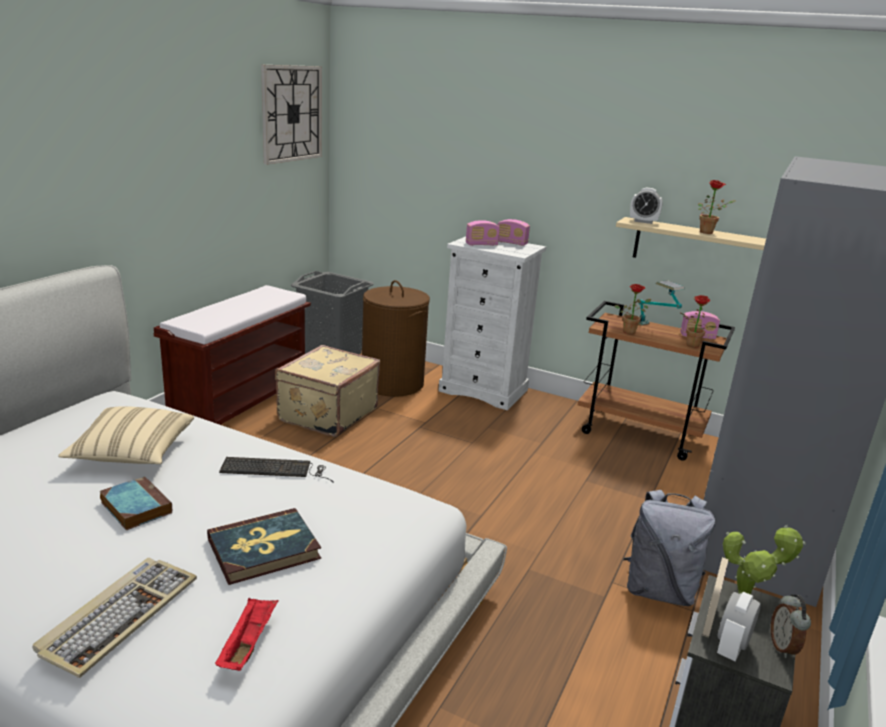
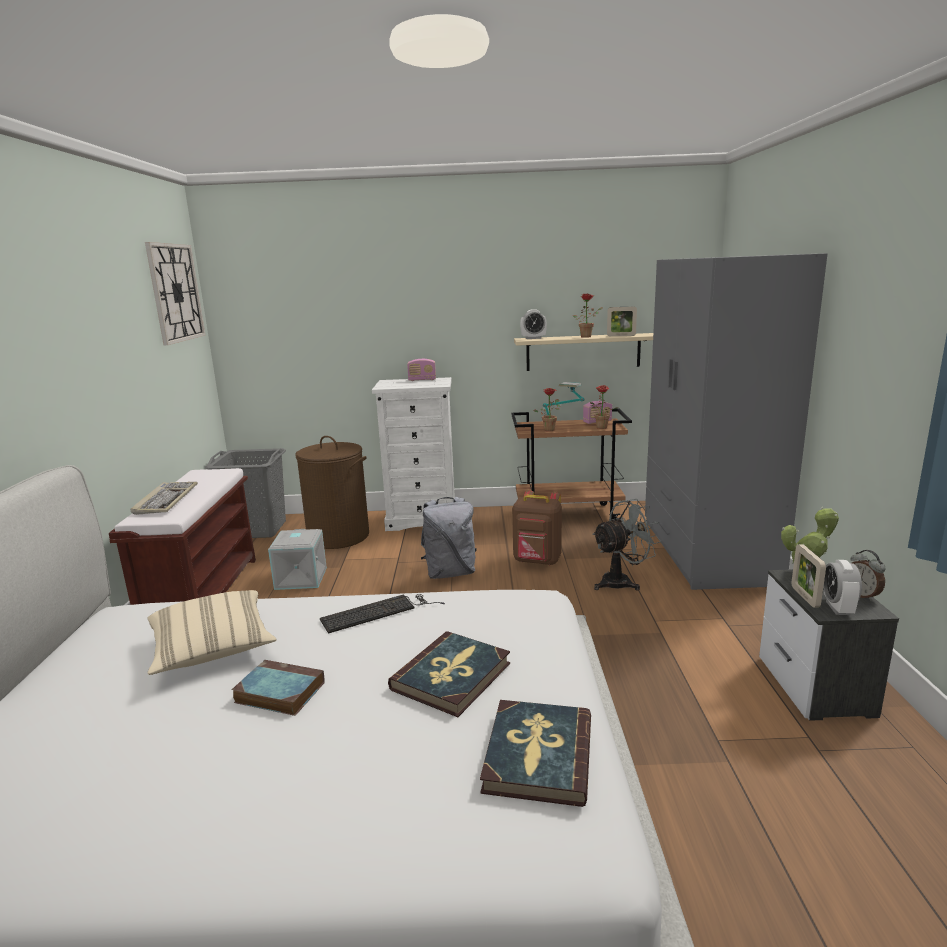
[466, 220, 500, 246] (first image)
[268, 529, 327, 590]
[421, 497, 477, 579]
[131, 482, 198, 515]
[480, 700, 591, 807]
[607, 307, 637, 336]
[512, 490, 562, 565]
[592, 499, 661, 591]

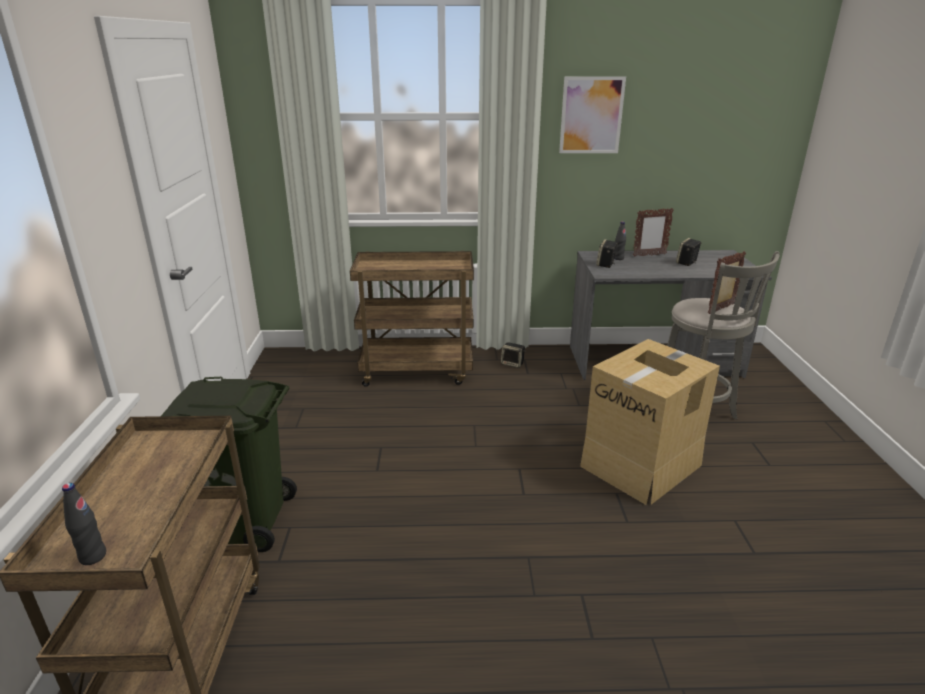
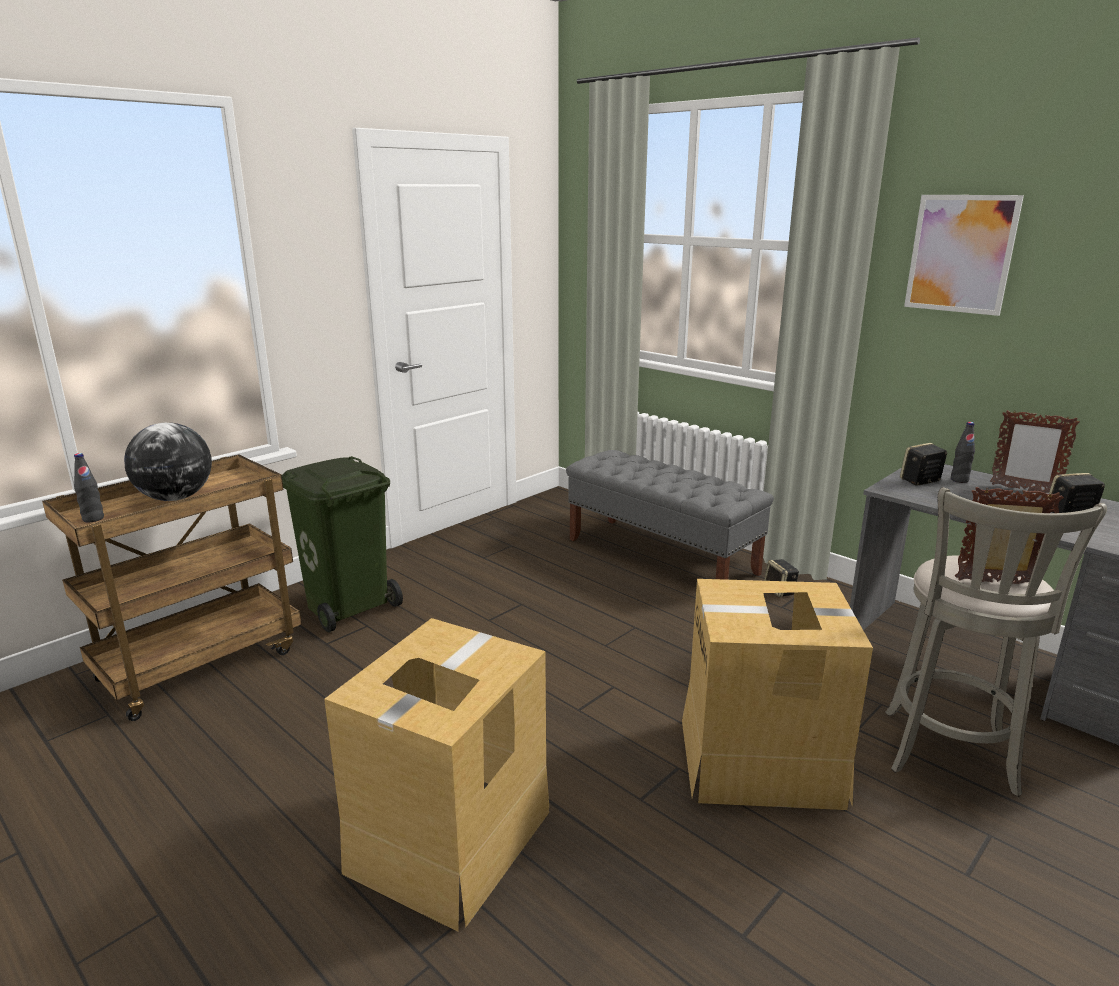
[566, 450, 774, 580]
[124, 423, 212, 501]
[324, 618, 549, 932]

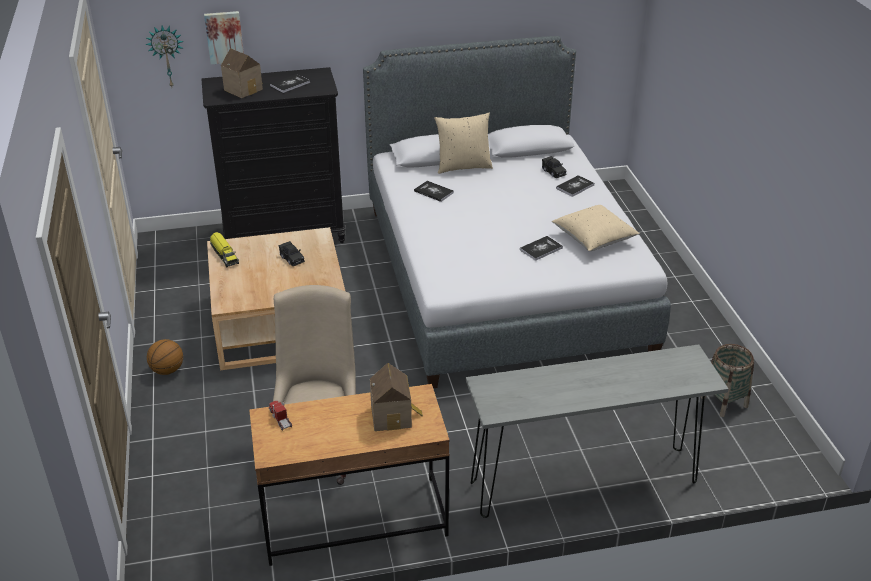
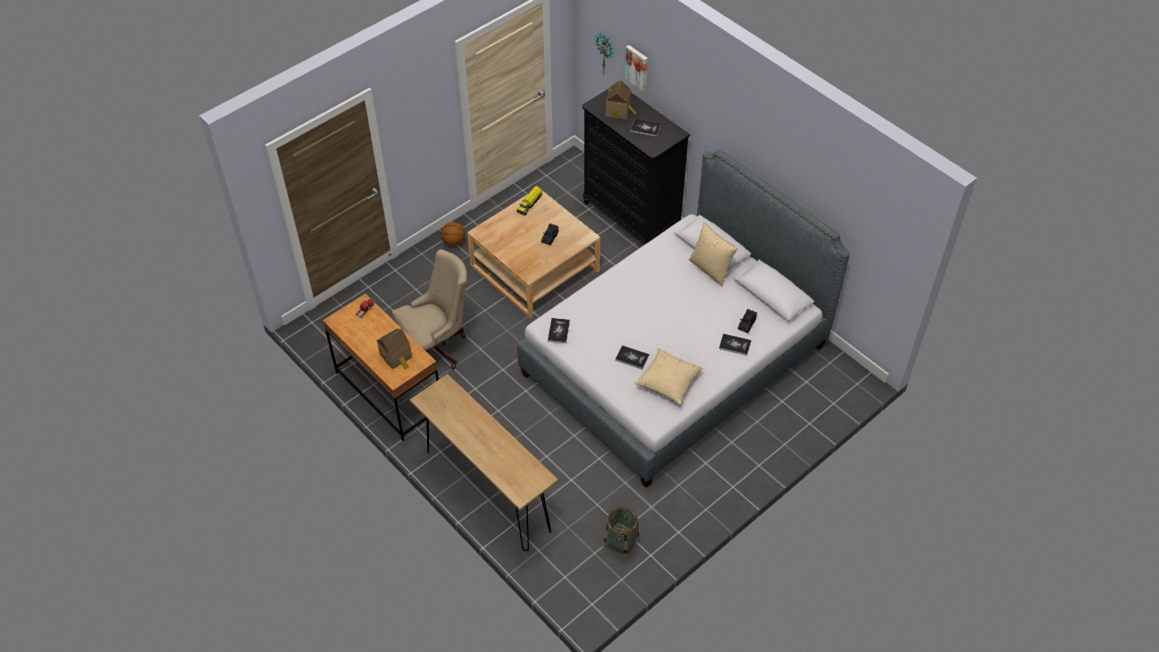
[548, 318, 570, 343]
[410, 374, 558, 551]

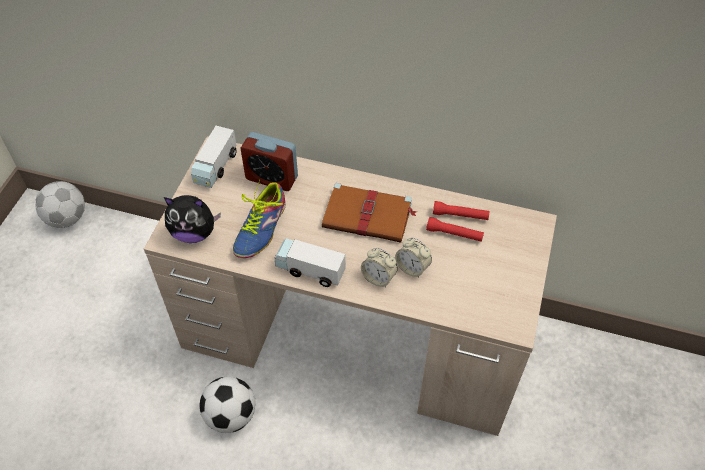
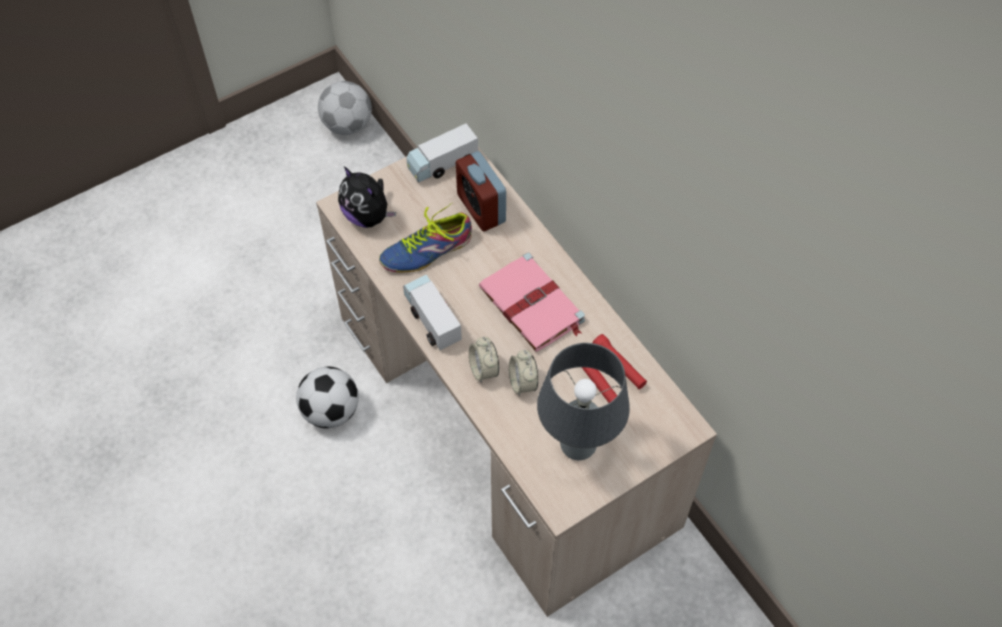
[479, 252, 585, 352]
[537, 343, 630, 460]

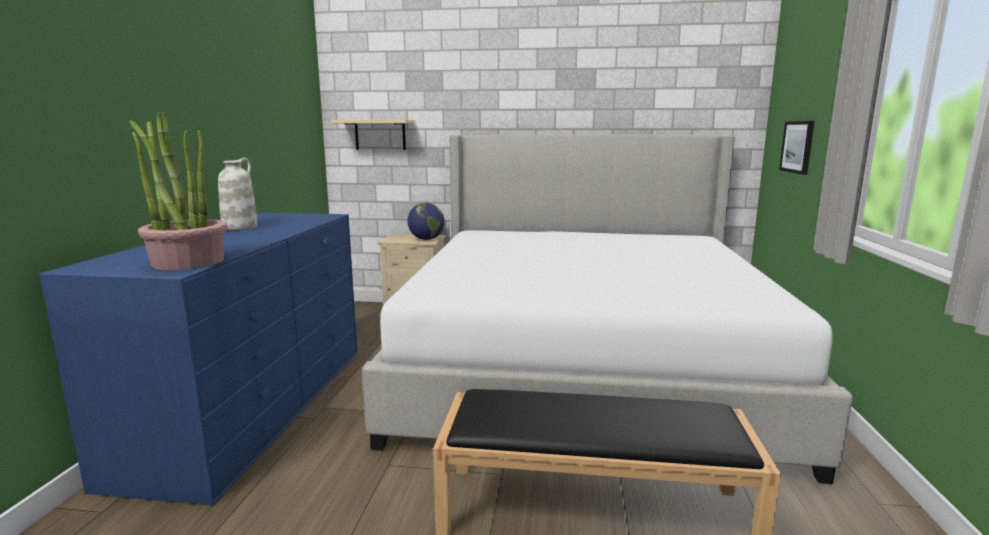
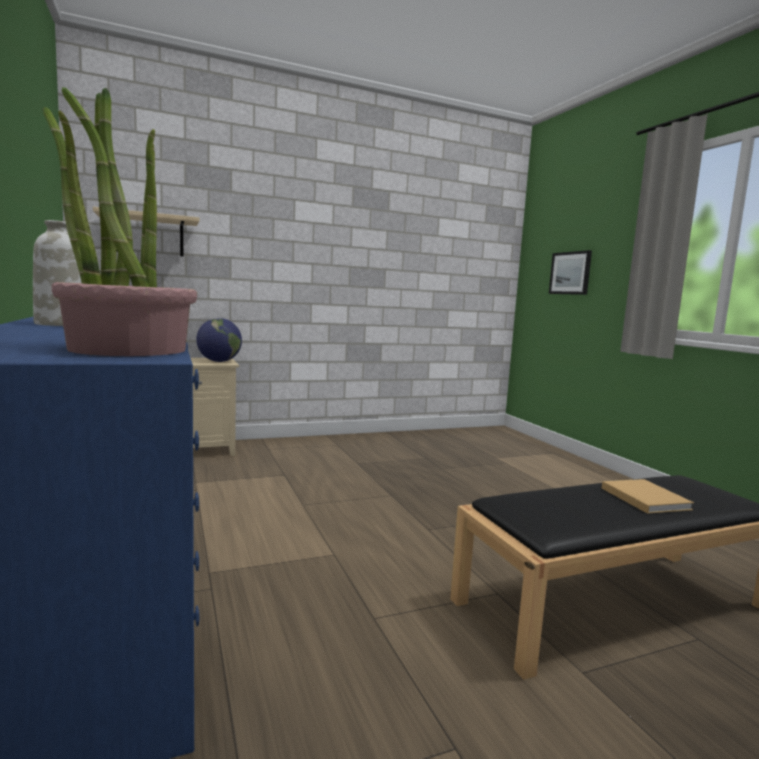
[362, 134, 853, 484] (first image)
[602, 479, 694, 514]

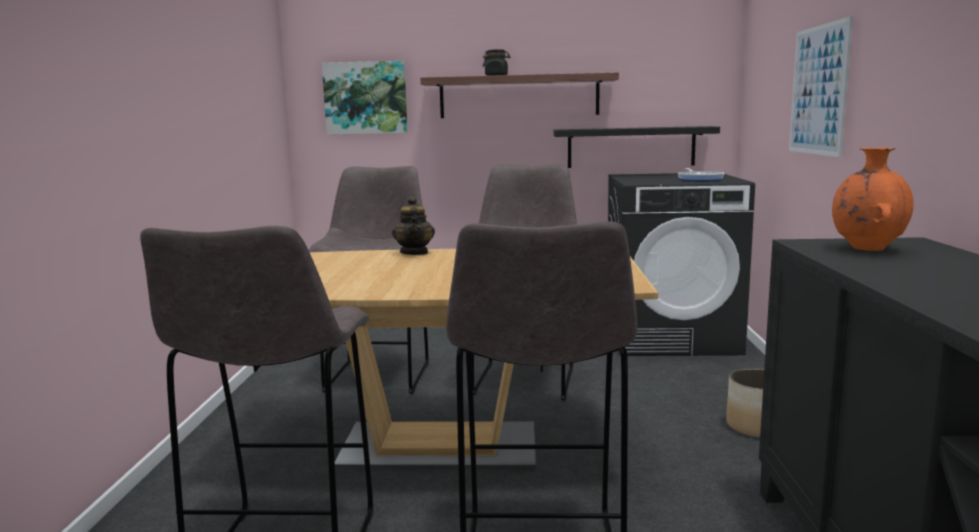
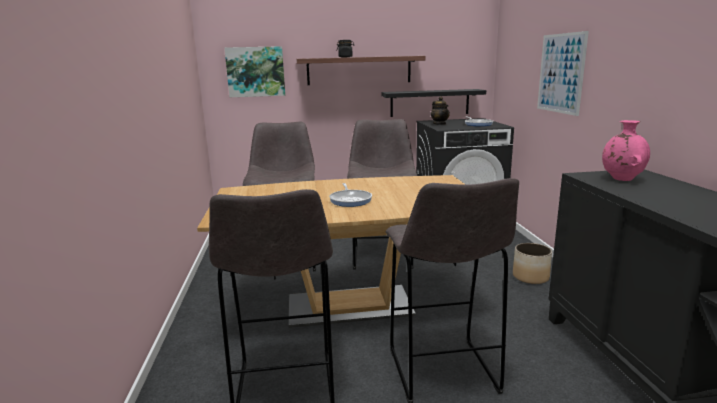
[602, 120, 650, 181]
[430, 97, 450, 125]
[329, 183, 372, 207]

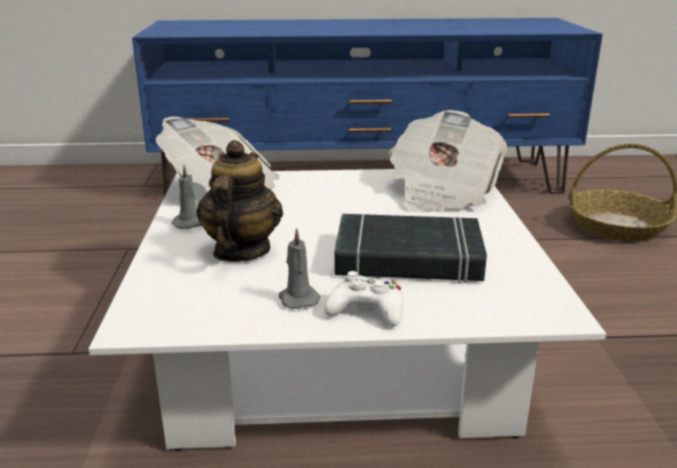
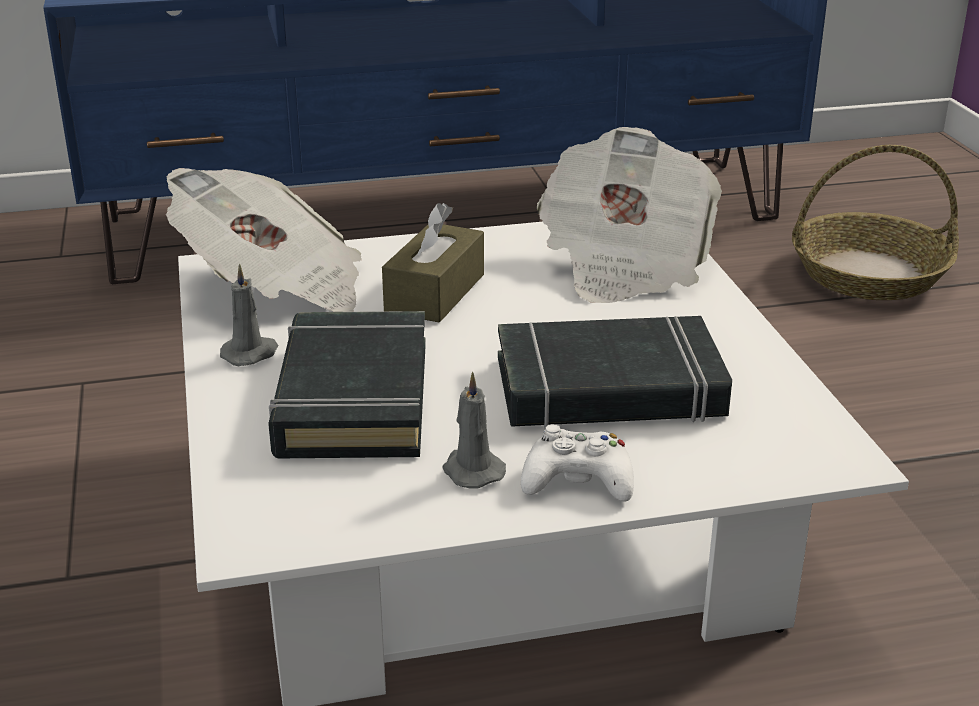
[268, 311, 426, 458]
[382, 203, 484, 322]

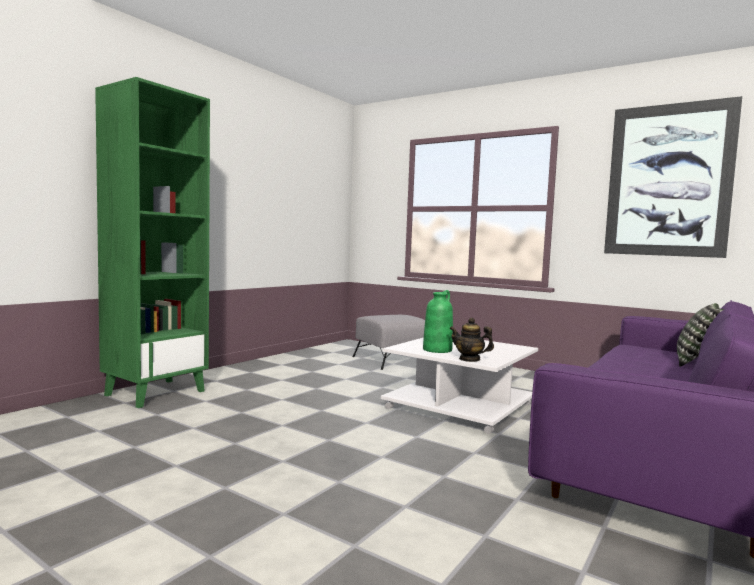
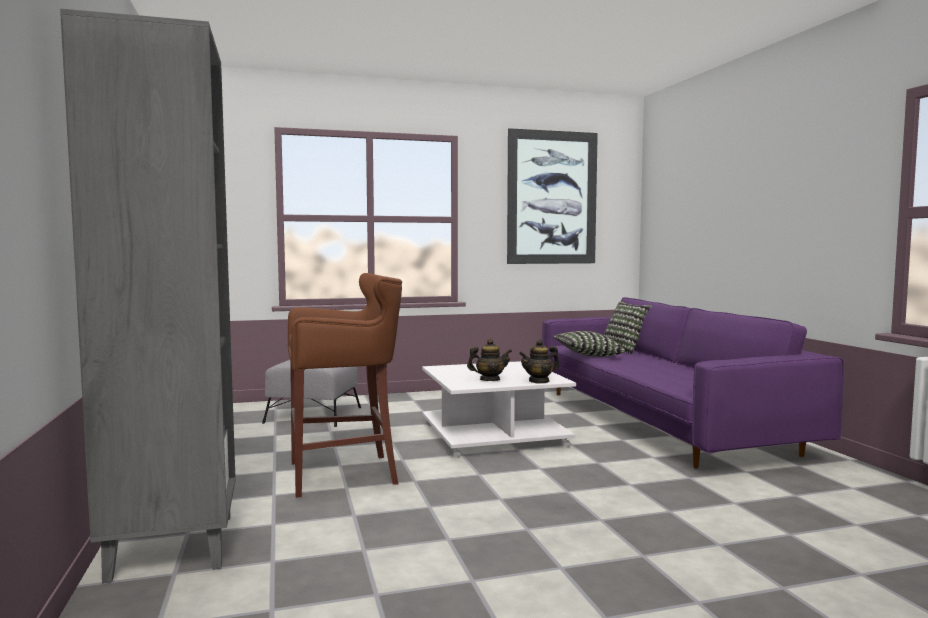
[60, 8, 236, 584]
[467, 339, 512, 381]
[288, 273, 402, 498]
[553, 331, 625, 357]

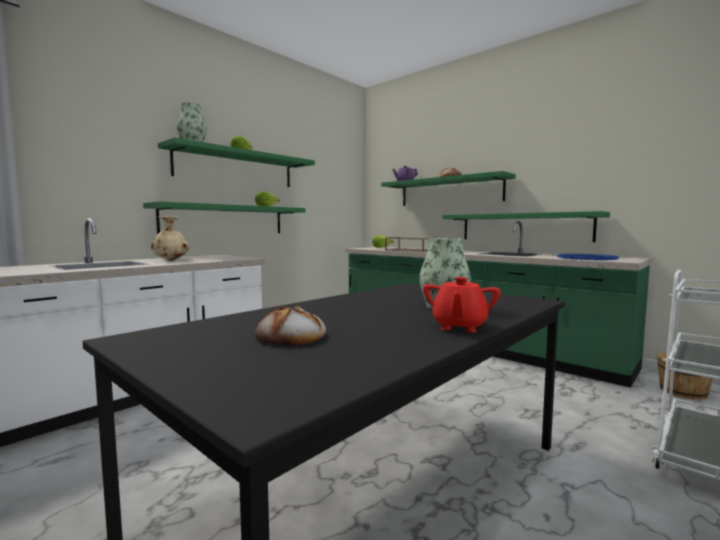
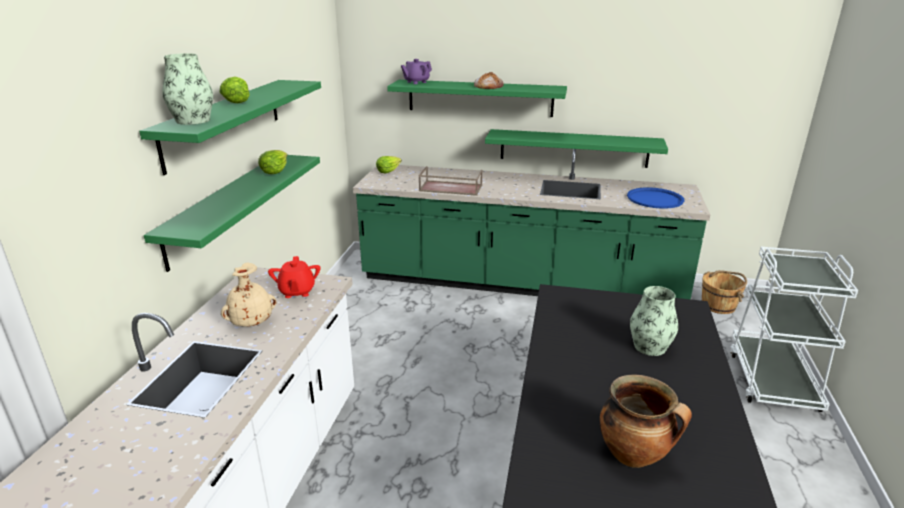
[268, 256, 320, 298]
[600, 374, 692, 468]

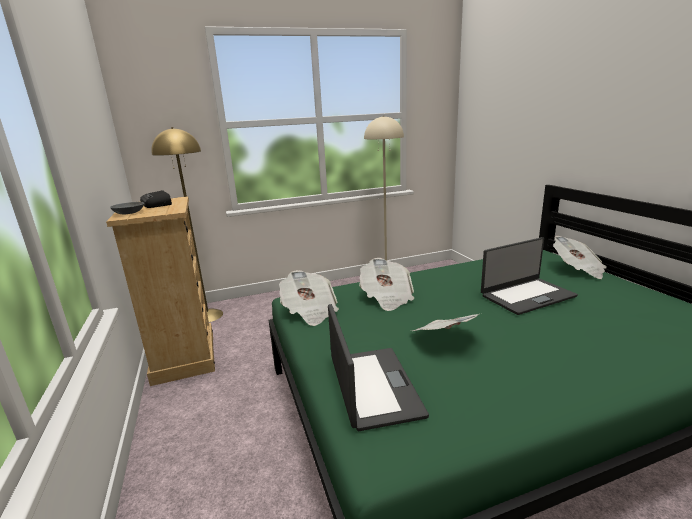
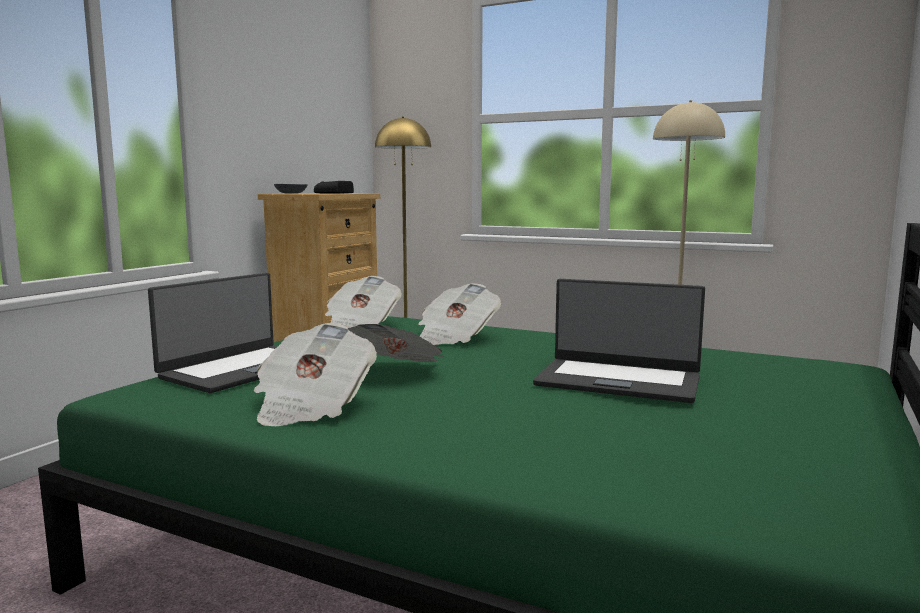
[254, 323, 377, 426]

